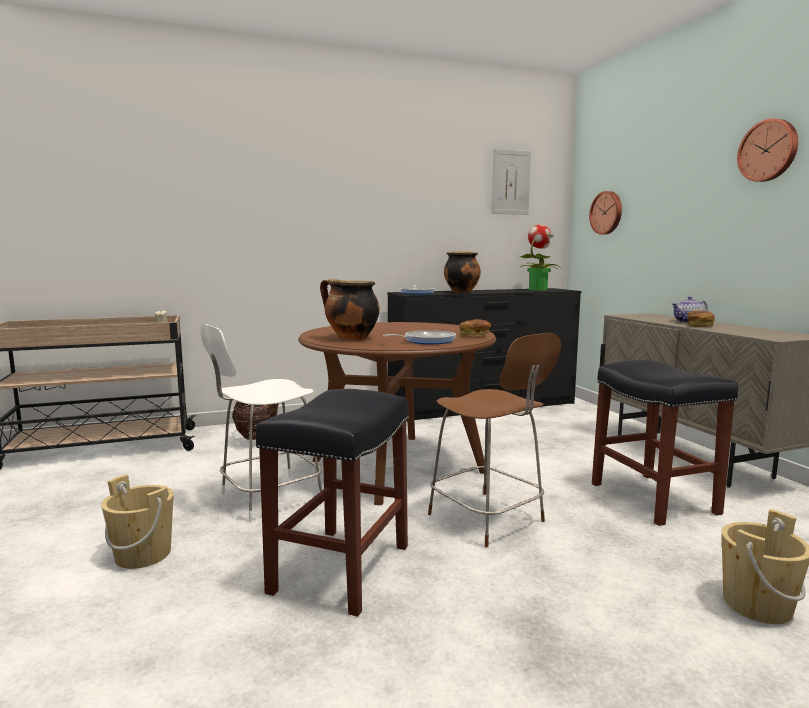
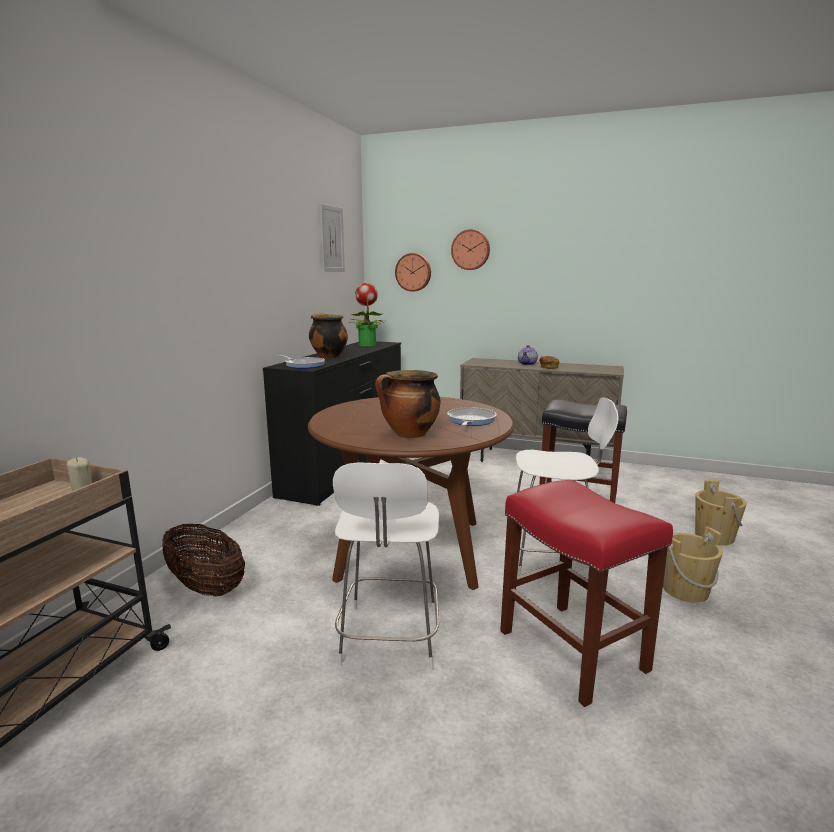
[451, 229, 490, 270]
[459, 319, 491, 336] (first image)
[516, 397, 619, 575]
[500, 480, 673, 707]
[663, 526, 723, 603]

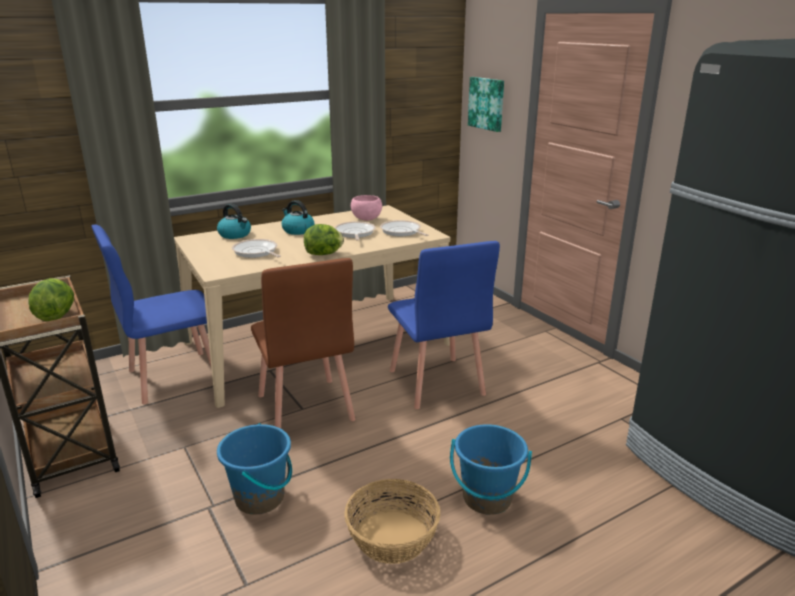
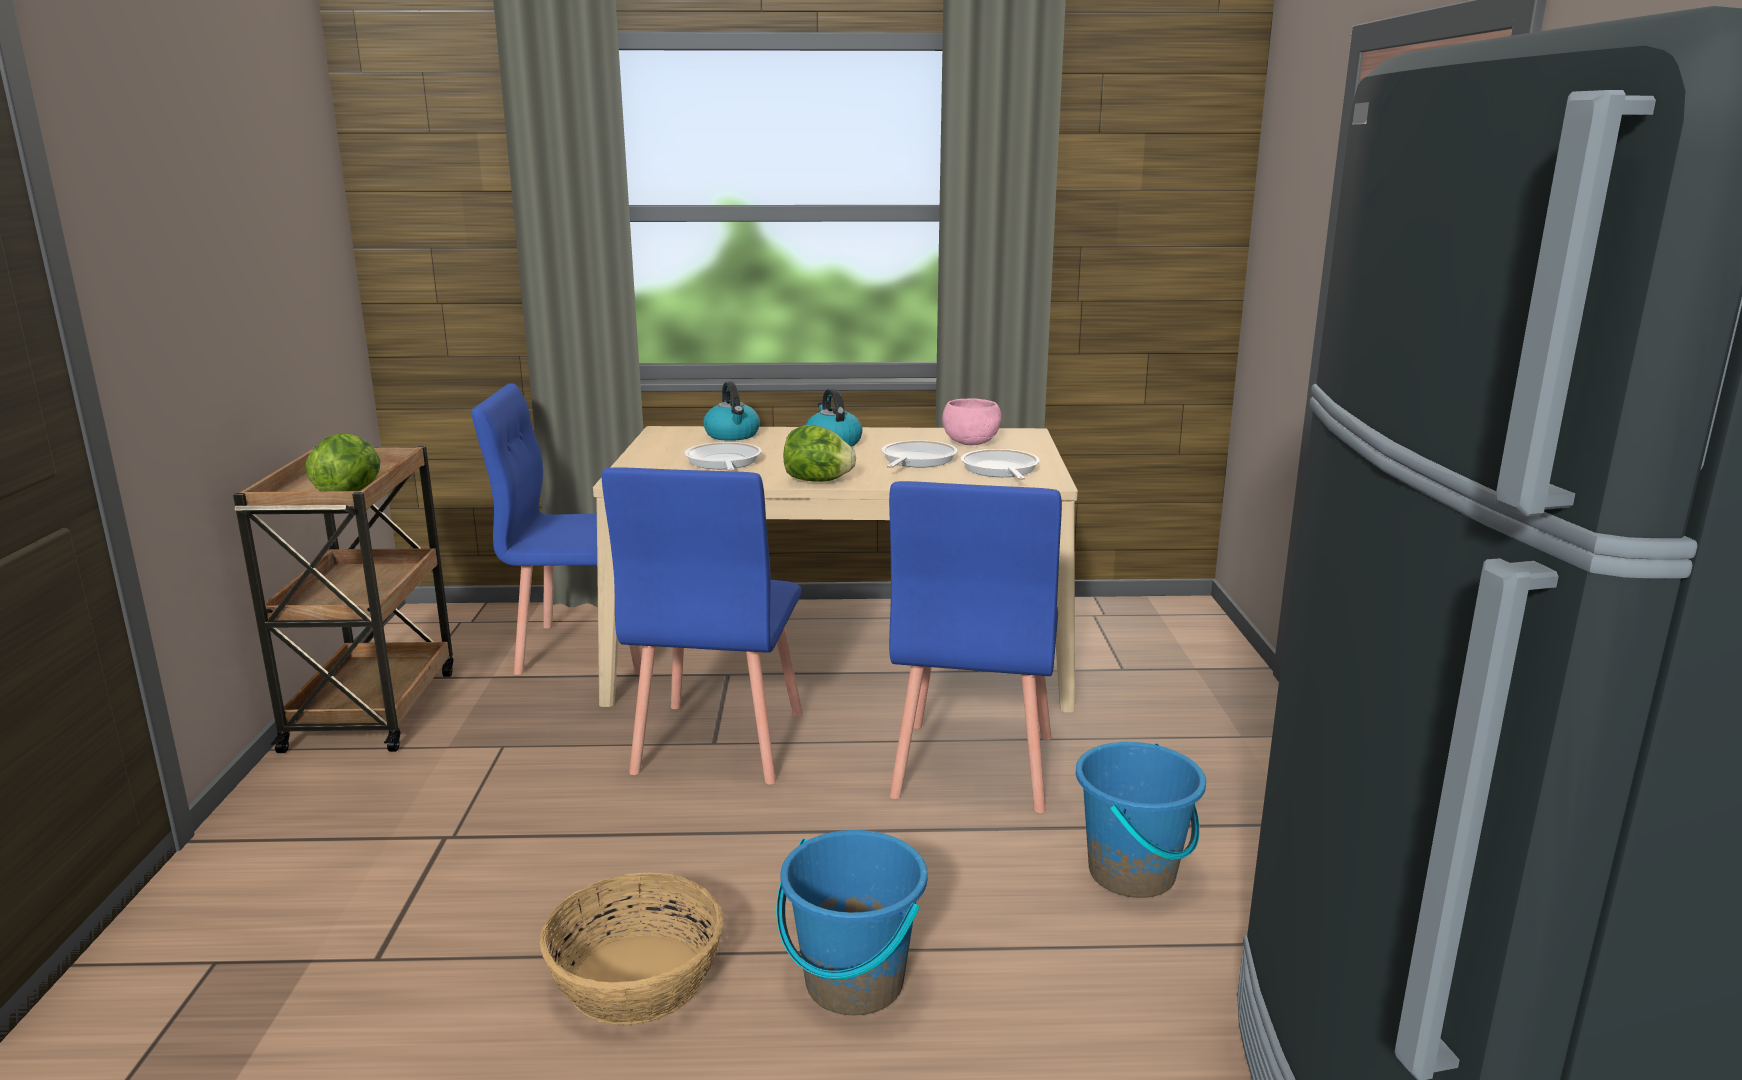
[468, 77, 504, 132] (first image)
[602, 467, 803, 785]
[1076, 742, 1206, 898]

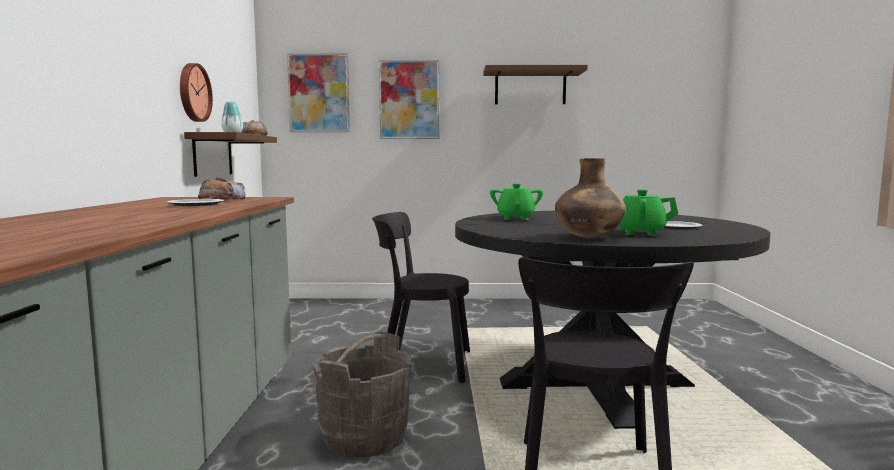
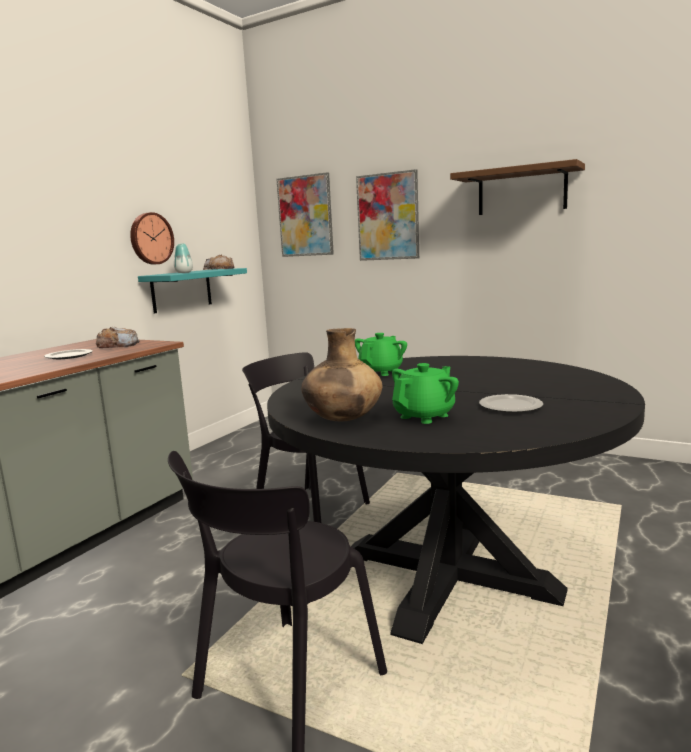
[138, 268, 247, 314]
[392, 363, 459, 424]
[313, 332, 412, 457] (first image)

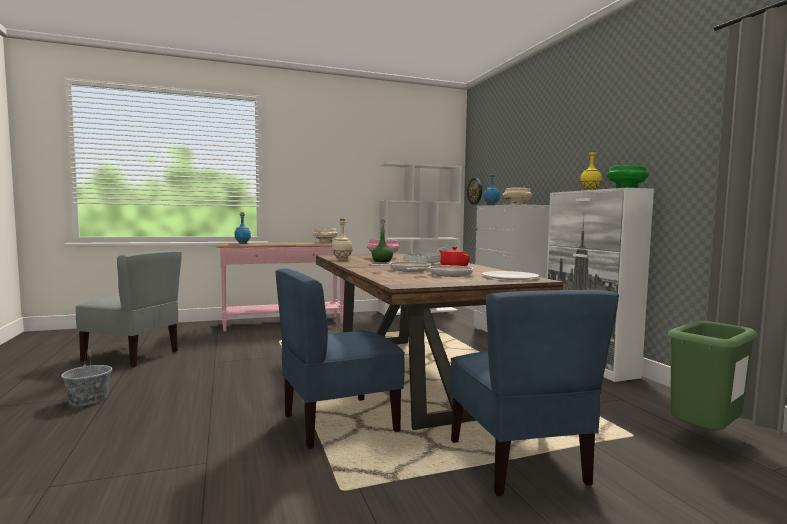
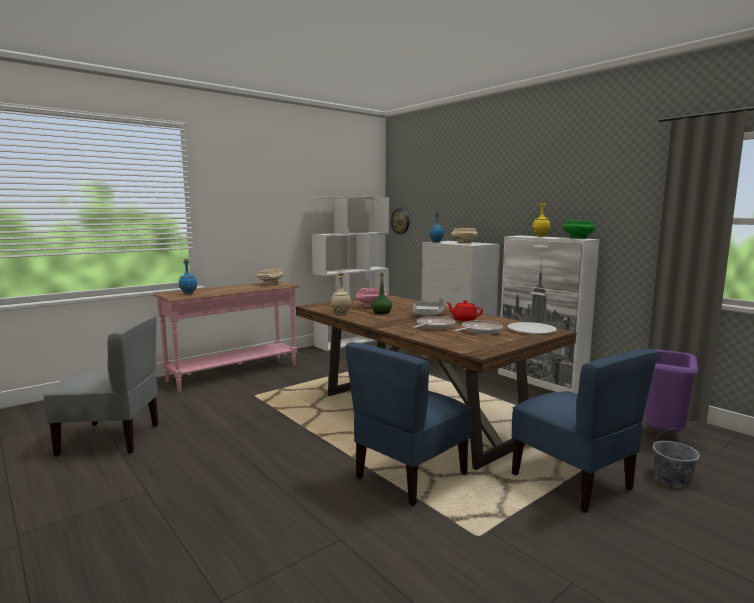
[645, 349, 698, 432]
[653, 428, 700, 486]

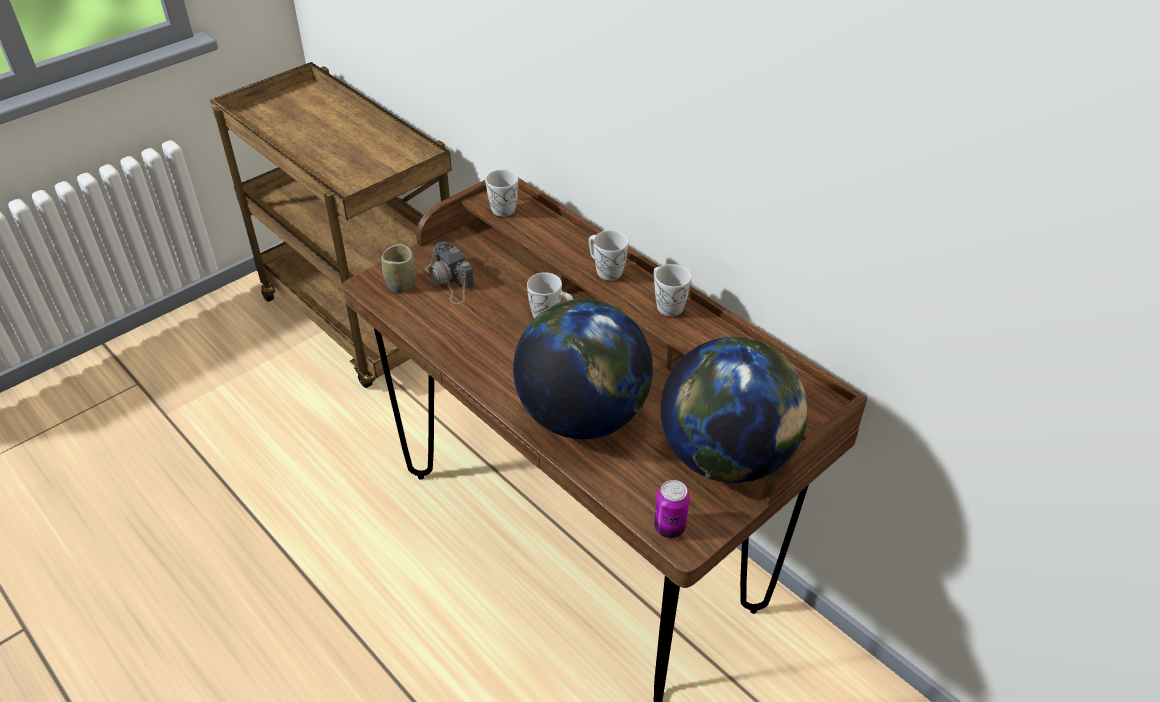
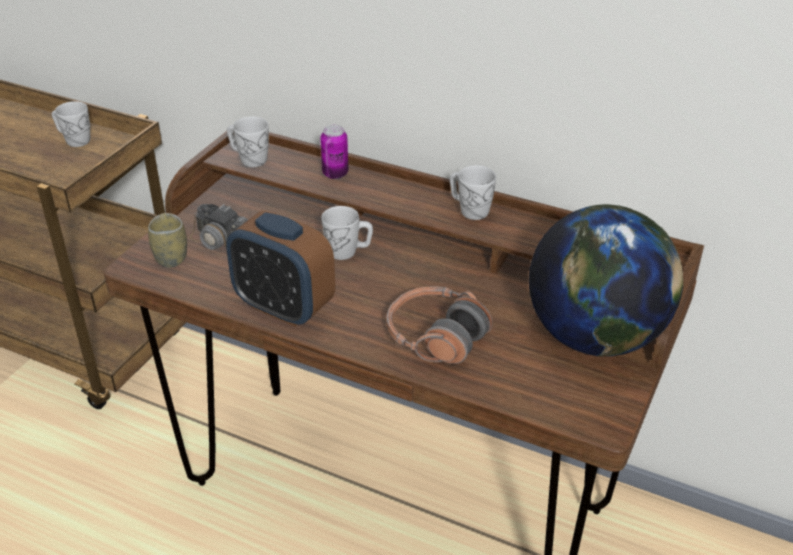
[52, 101, 90, 147]
[387, 287, 493, 364]
[320, 125, 349, 179]
[226, 211, 335, 327]

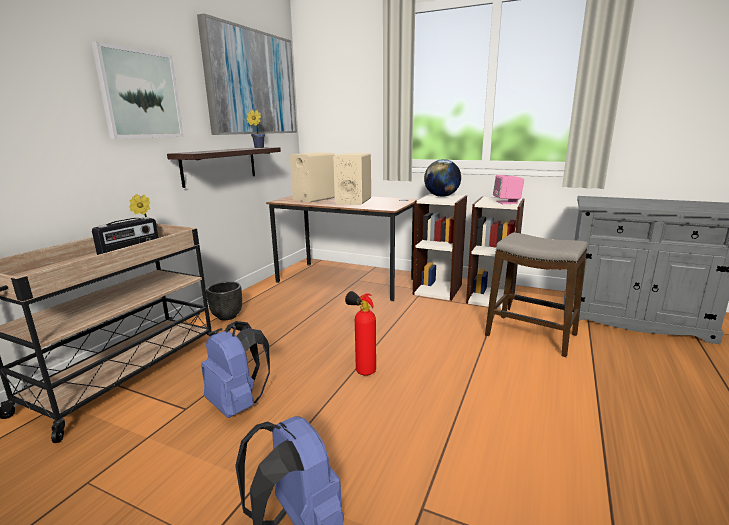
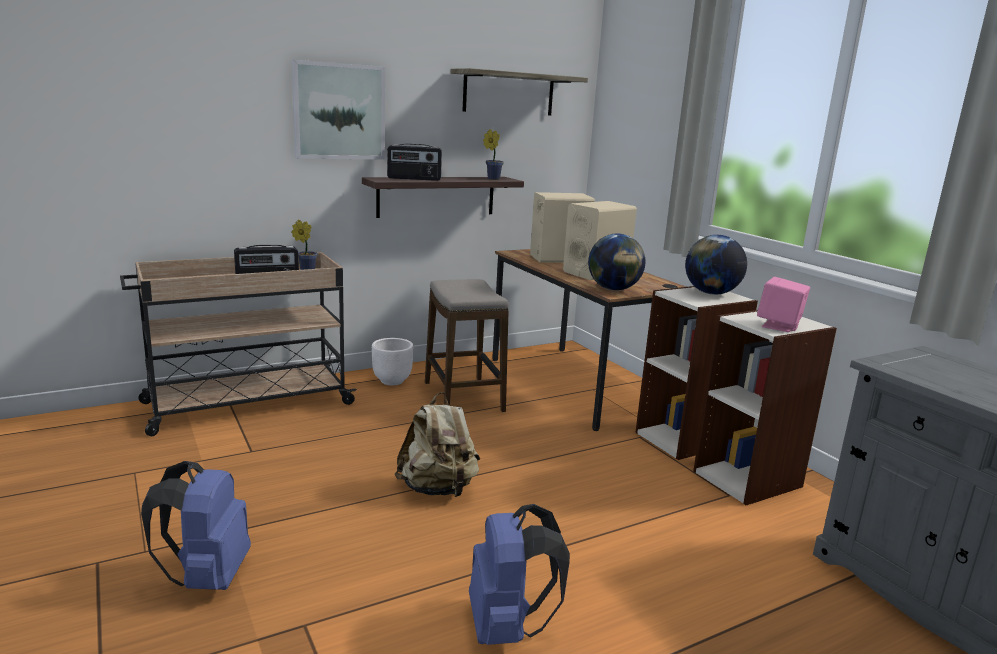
[450, 68, 588, 116]
[425, 279, 509, 412]
[372, 338, 413, 385]
[395, 392, 480, 497]
[469, 504, 570, 645]
[387, 144, 442, 181]
[588, 233, 645, 290]

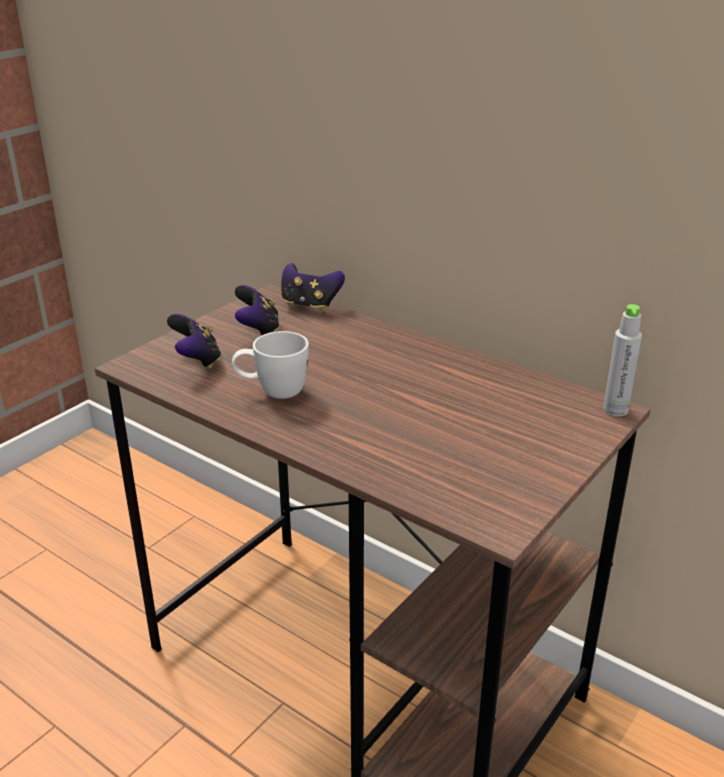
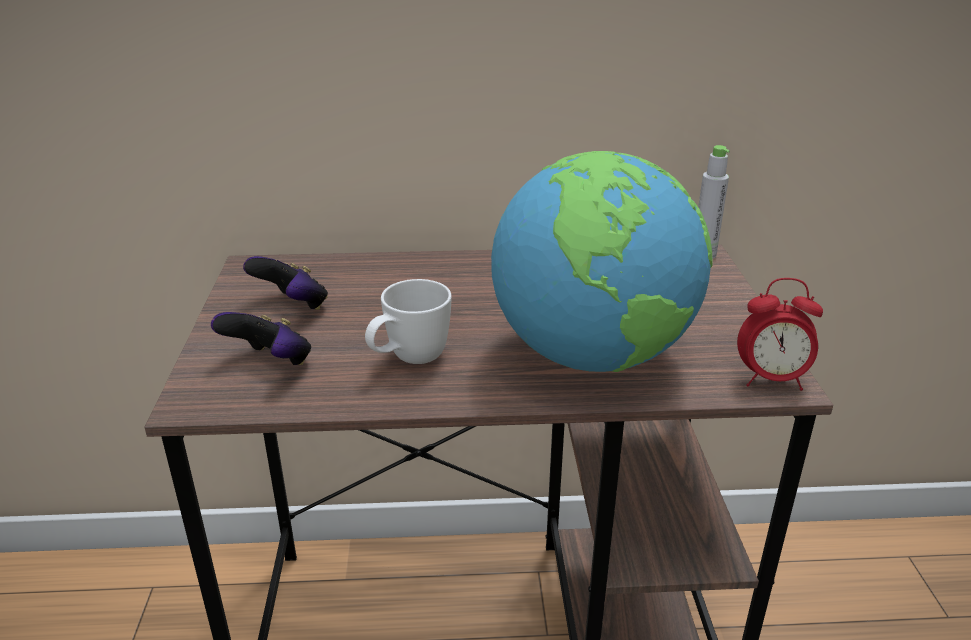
[281, 263, 345, 312] (first image)
[491, 151, 713, 372]
[737, 278, 823, 391]

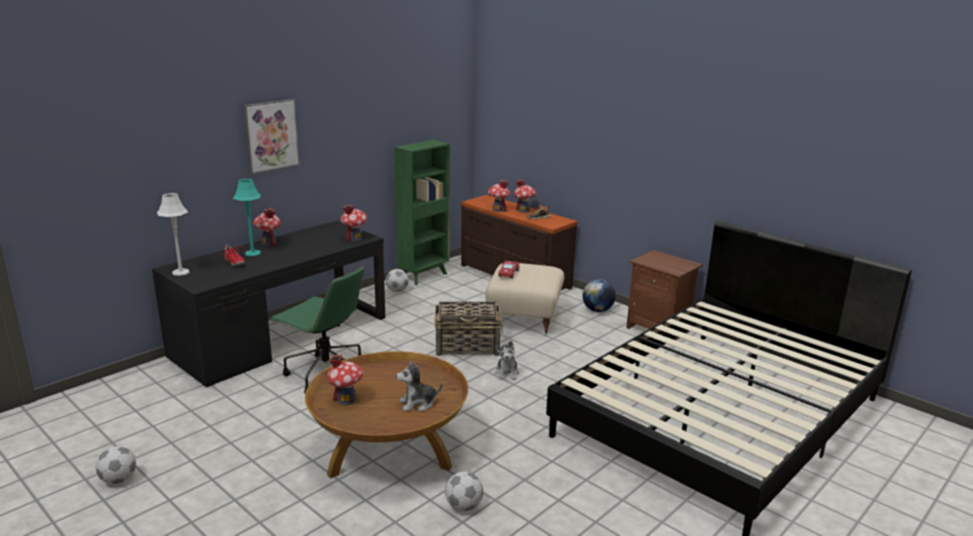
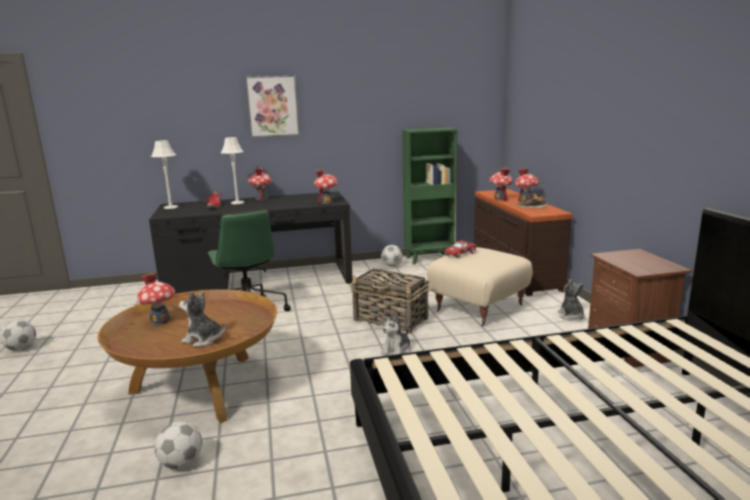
[221, 137, 244, 204]
[558, 279, 584, 320]

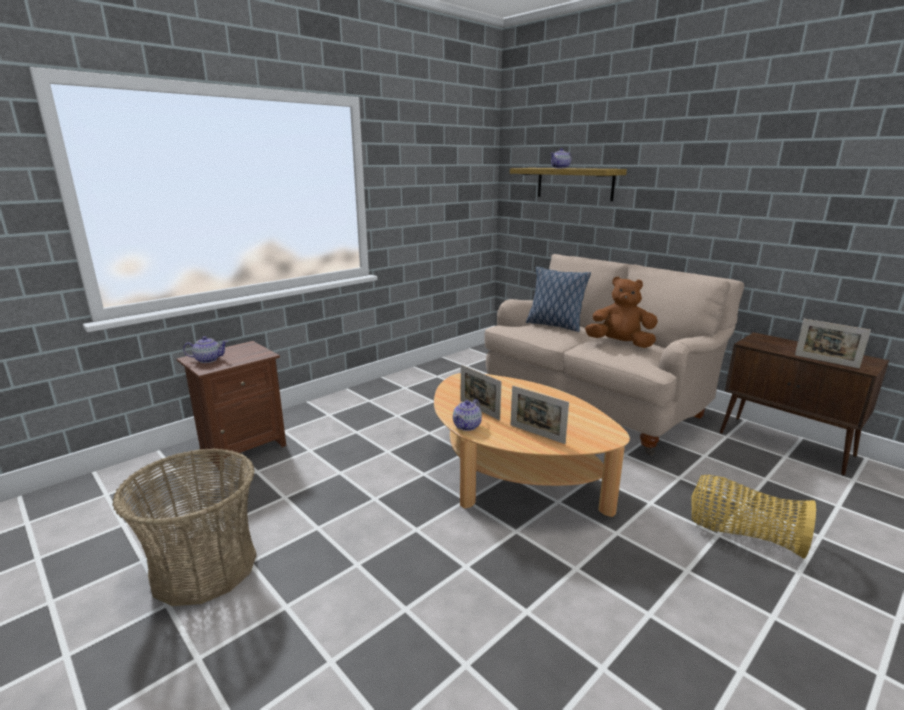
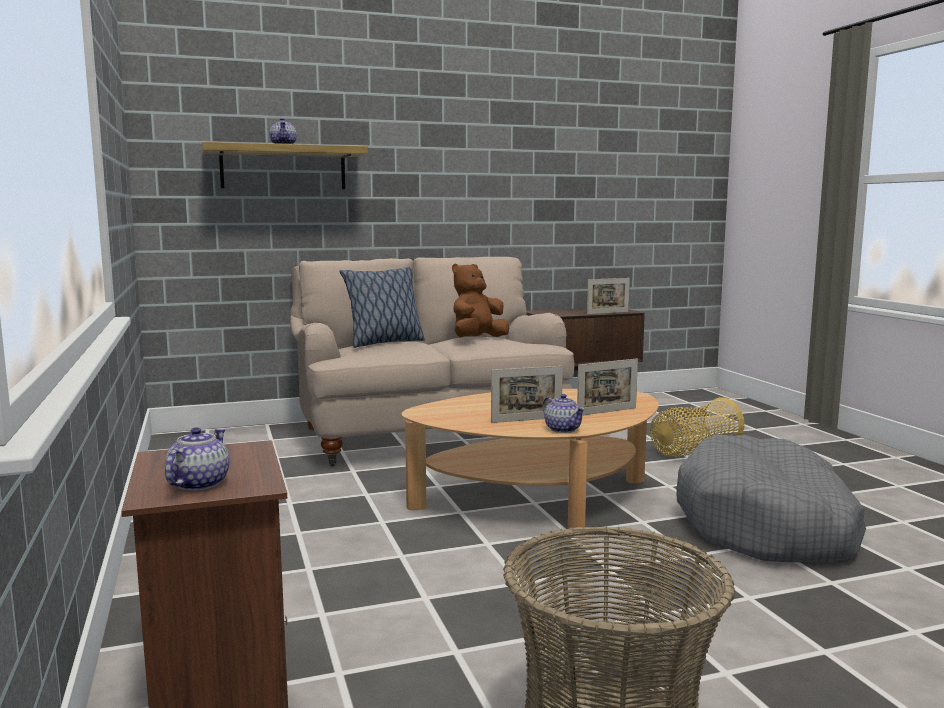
[676, 434, 866, 563]

